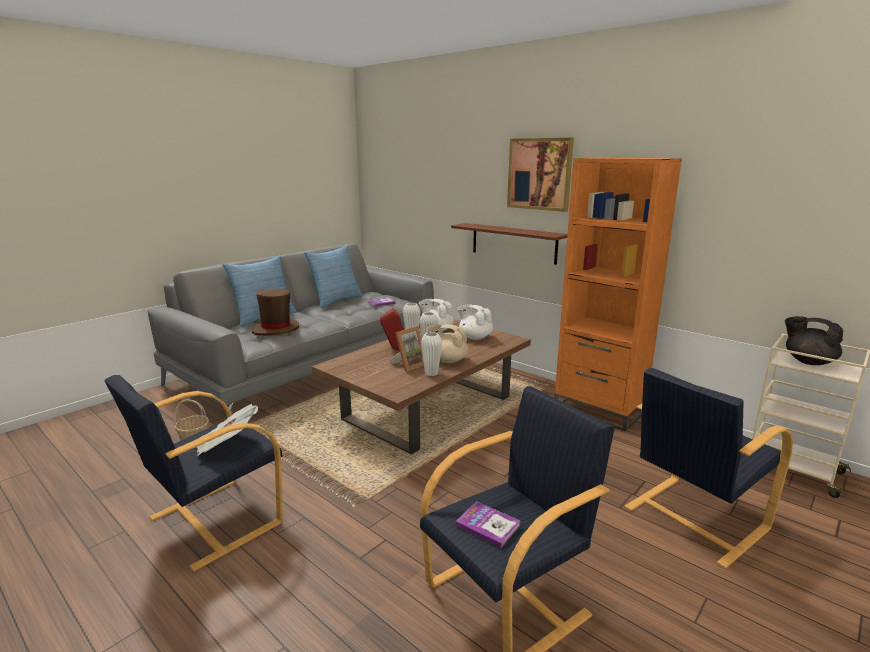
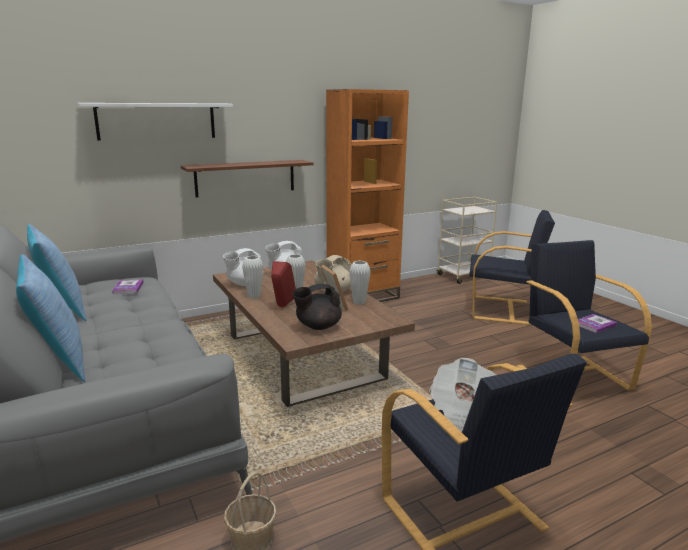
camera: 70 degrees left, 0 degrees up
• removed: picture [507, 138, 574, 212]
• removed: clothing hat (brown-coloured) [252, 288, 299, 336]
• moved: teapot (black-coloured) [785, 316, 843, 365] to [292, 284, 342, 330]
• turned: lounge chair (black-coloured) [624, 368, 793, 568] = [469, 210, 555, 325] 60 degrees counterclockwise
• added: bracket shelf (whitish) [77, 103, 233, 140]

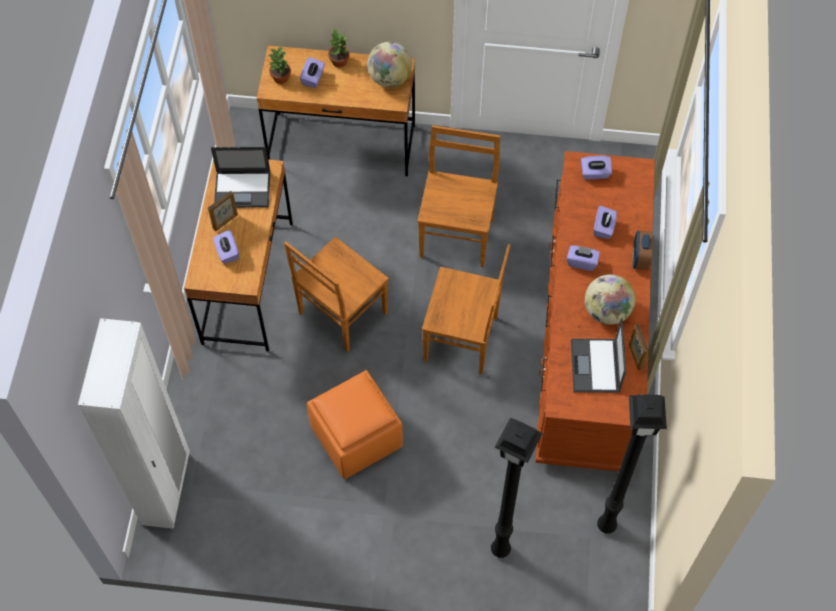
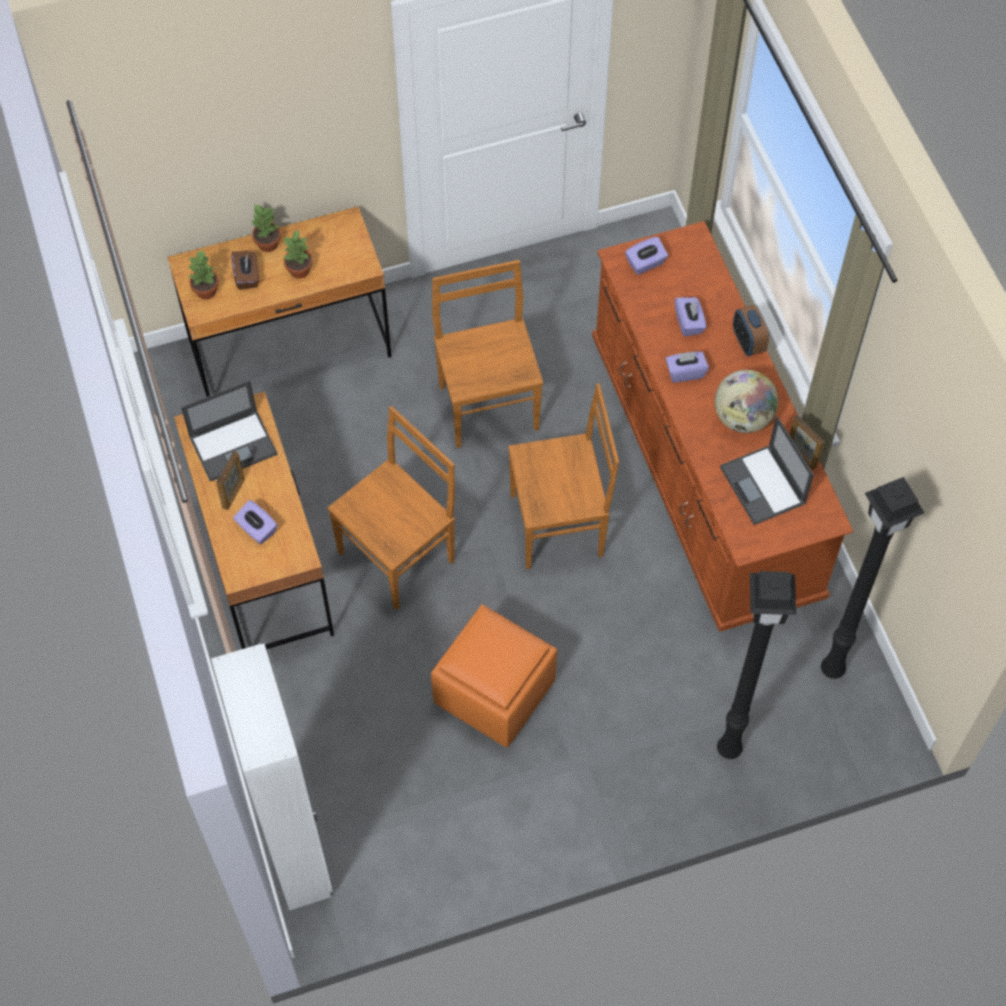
camera: 25 degrees left, 0 degrees up
• removed: world globe [367, 42, 412, 87]
• recoloured: box of tissues (purple-coloured) [300, 57, 325, 88] to box of tissues (brown-coloured) [232, 251, 259, 290]
• turned: chair (brown-coloured) [284, 237, 389, 352] = [327, 406, 455, 610] 150 degrees counterclockwise
• added: houseplant [284, 229, 313, 278]

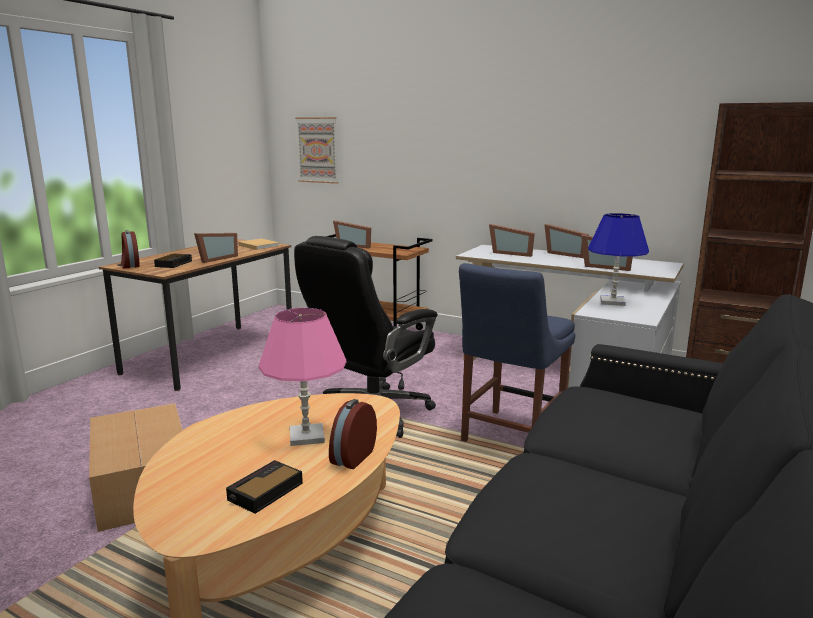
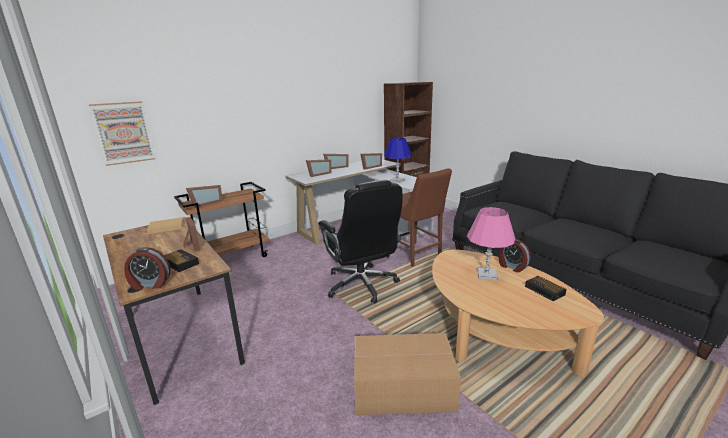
camera: 65 degrees left, 5 degrees up
• recoloured: chair (blue-coloured) [459, 263, 575, 442] to chair (brown-coloured) [399, 168, 452, 267]

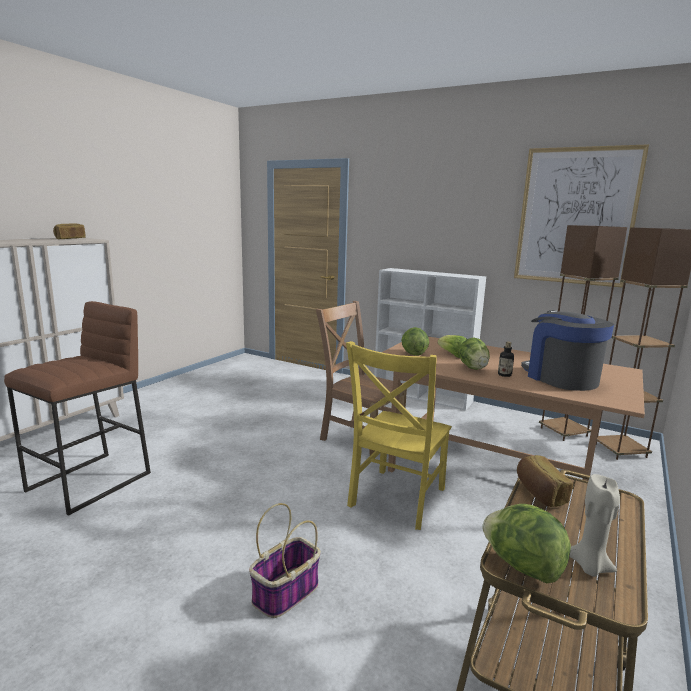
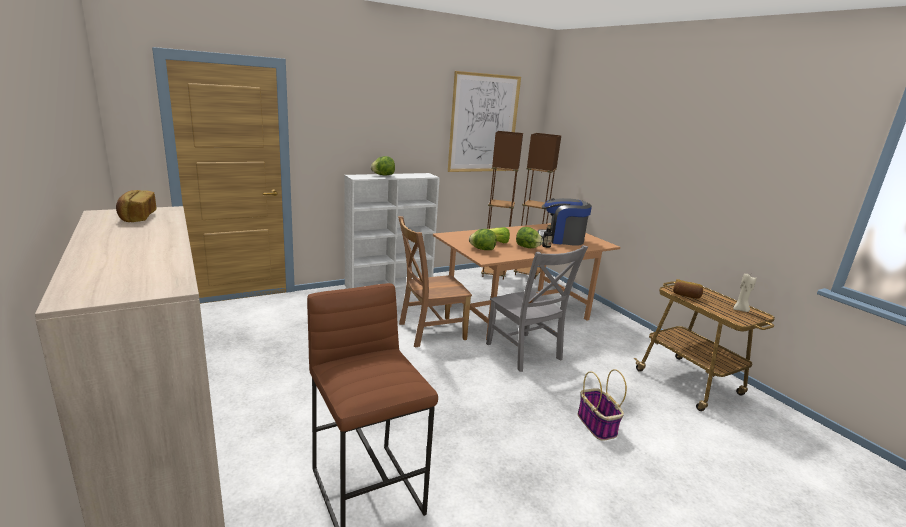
camera: 60 degrees left, 5 degrees up
• recoloured: chair (yellowish) [346, 341, 452, 530] to chair (gray) [486, 245, 588, 372]
• moved: lettuce [482, 504, 571, 584] to [371, 156, 395, 175]

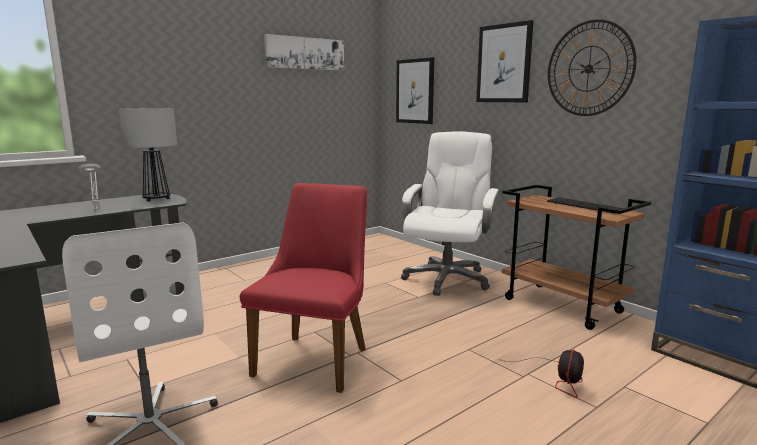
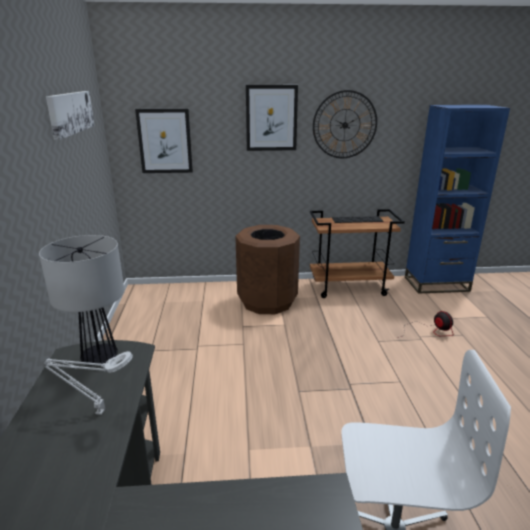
camera: 55 degrees left, 10 degrees up
• replaced: computer chair (whitish) [401, 131, 499, 296] to trash can (brown-coloured) [235, 225, 300, 314]
• removed: chair (red) [240, 183, 367, 393]

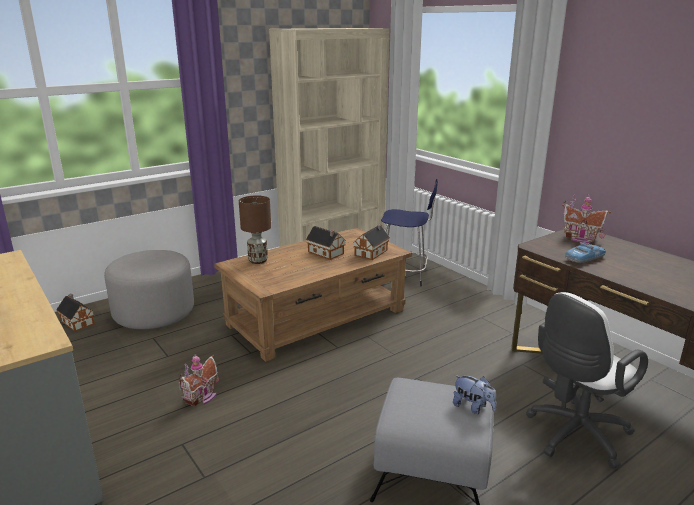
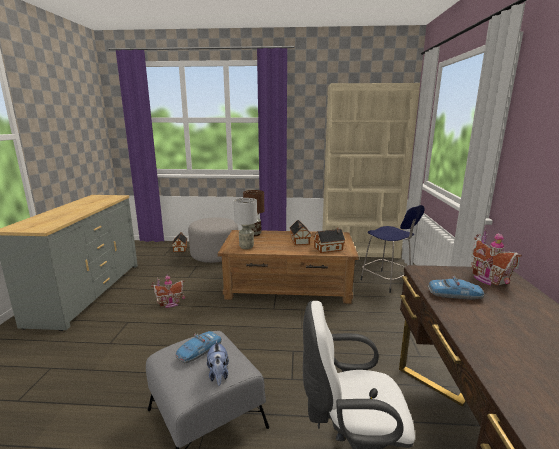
camera: 40 degrees right, 5 degrees down
• added: tabletop lamp (gray) [234, 198, 257, 249]
• added: toy car [176, 331, 222, 364]

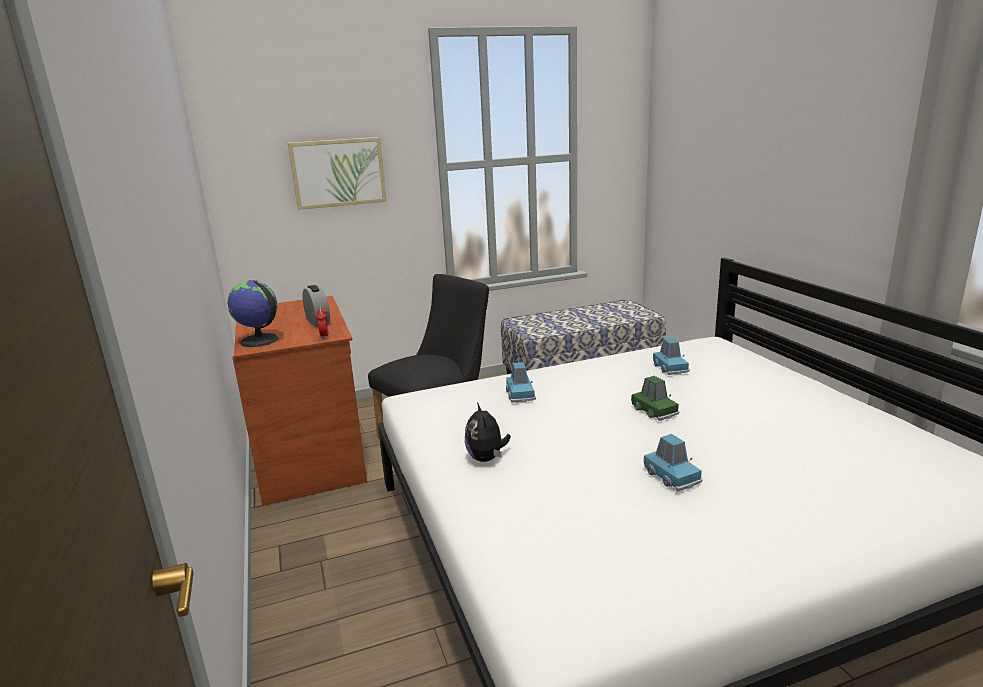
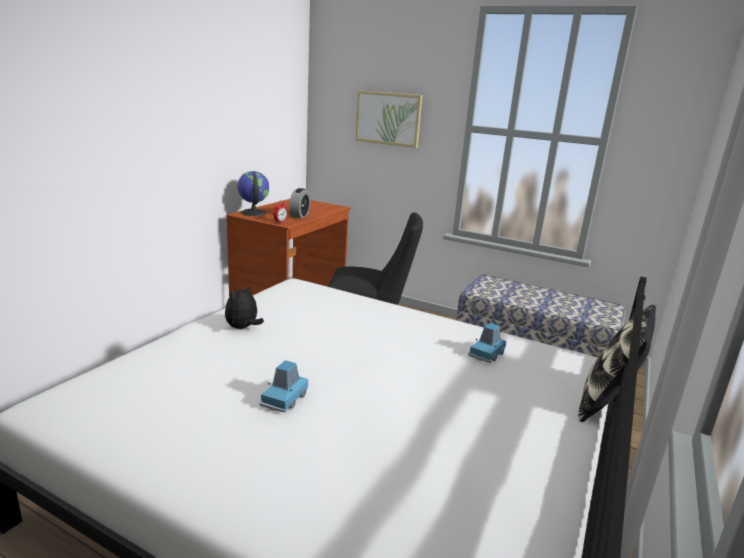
camera: 45 degrees right, 0 degrees up
• removed: toy car (blue-coloured) [506, 362, 536, 403]
• removed: toy car (green) [631, 376, 680, 421]
• added: cushion [578, 304, 656, 422]

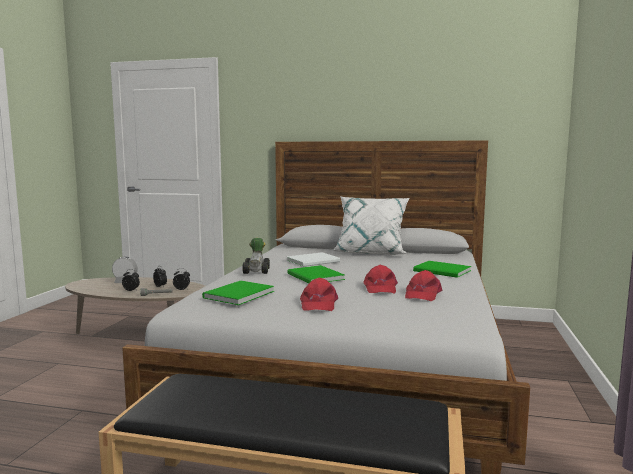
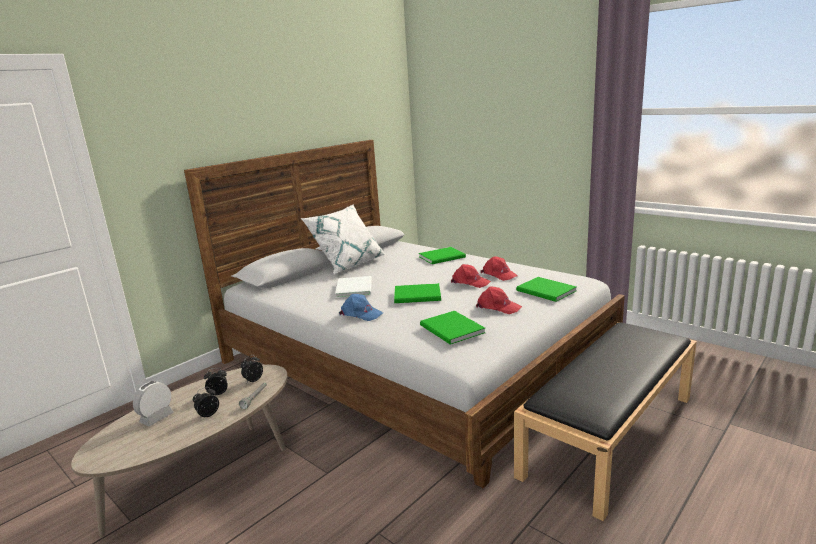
camera: 60 degrees left, 10 degrees up
• replaced: toy car [242, 238, 270, 274] to cap (blue-coloured) [339, 294, 383, 321]
• added: volume (green) [516, 277, 577, 302]

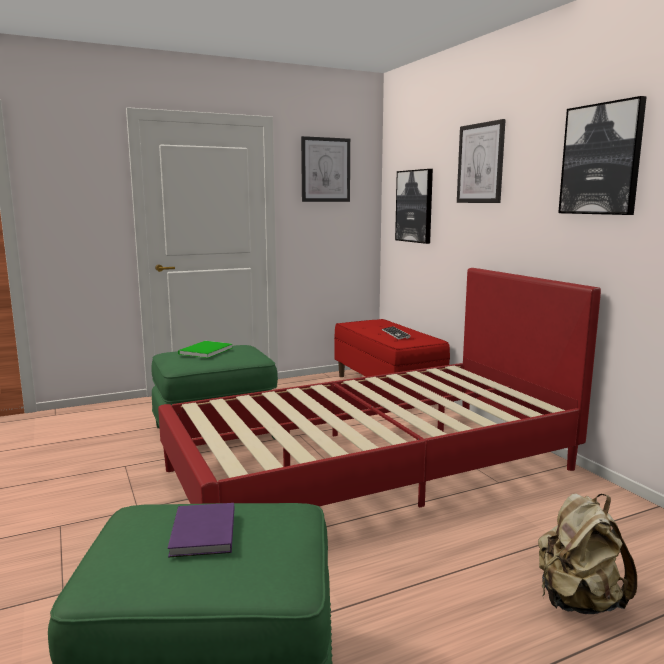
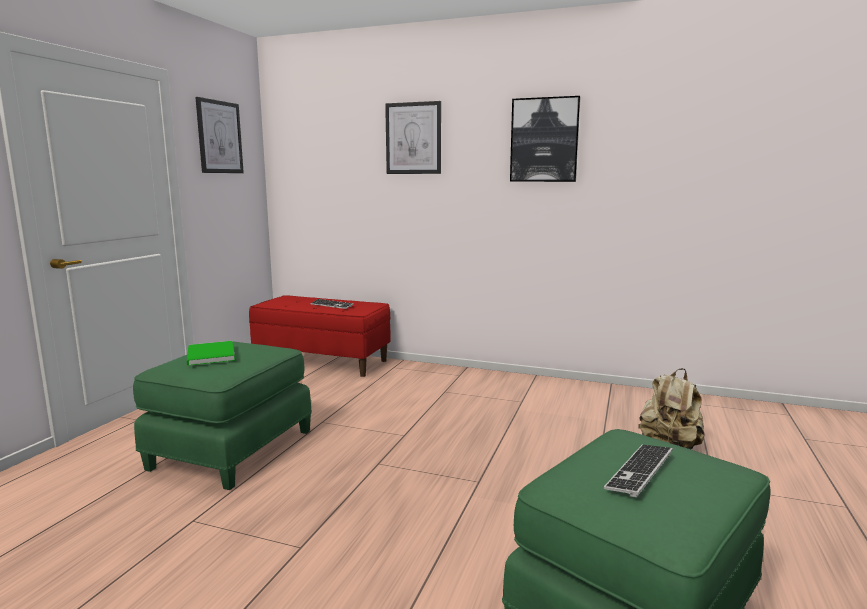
camera: 45 degrees left, 0 degrees up
• removed: picture [395, 169, 433, 244]
• removed: bedroom bed (red) [158, 268, 601, 508]
• replaced: volume (purple-coloured) [168, 503, 234, 557] to PC keyboard [604, 445, 673, 497]

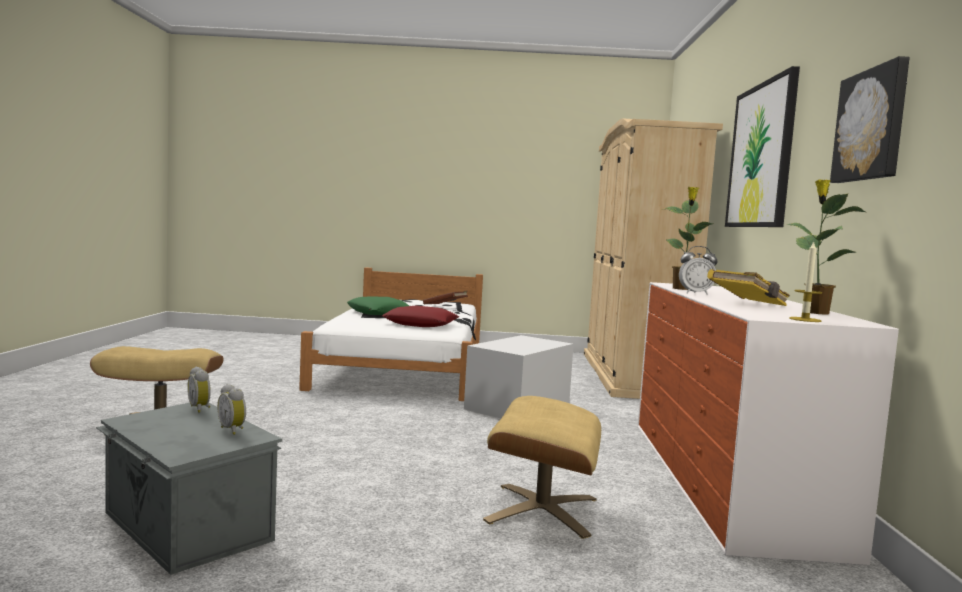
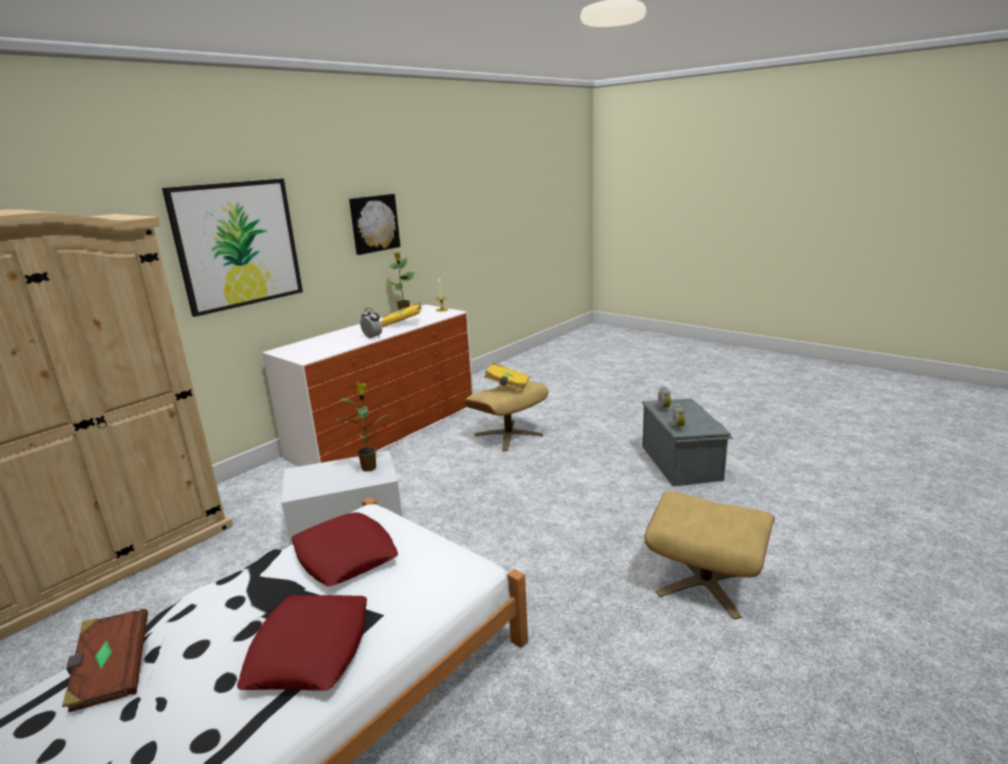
camera: 140 degrees left, 15 degrees up
• moved: houseplant [665, 187, 713, 290] to [335, 383, 393, 472]
• recoloured: cushion (green) [347, 296, 409, 315] to cushion (red) [237, 595, 367, 691]
• added: volume (yellowish) [484, 363, 530, 391]

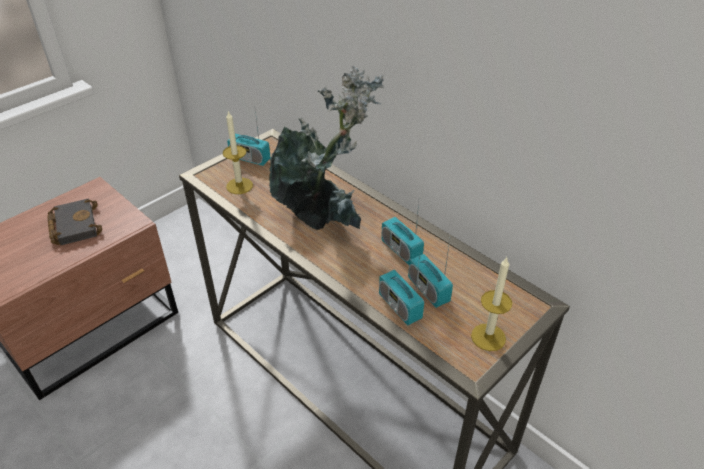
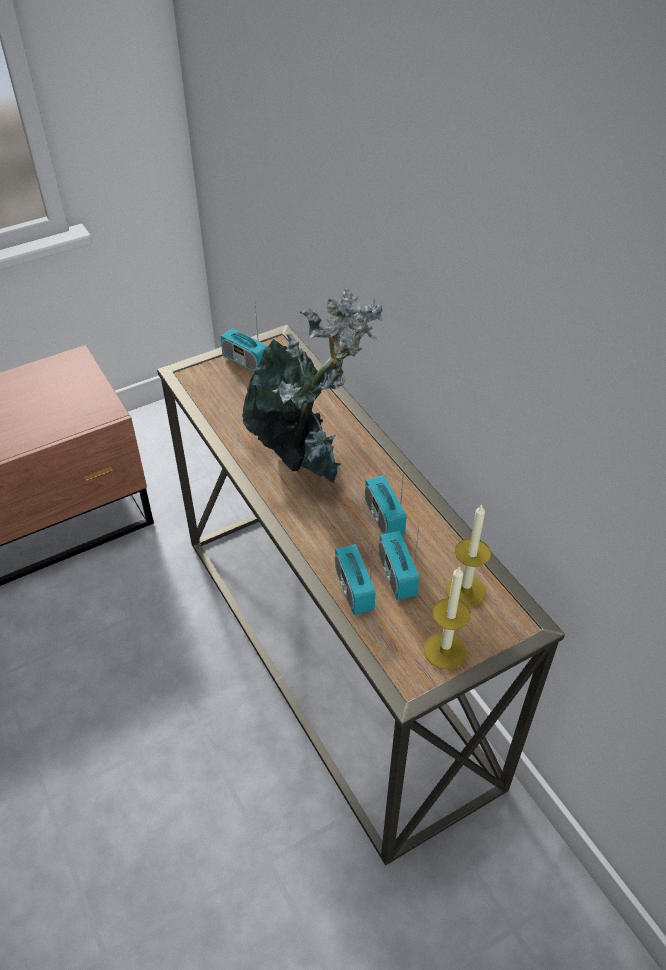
camera: 15 degrees right, 5 degrees up
• moved: candle [223, 111, 253, 194] to [446, 504, 491, 607]
• removed: volume (black-coloured) [47, 198, 102, 245]

